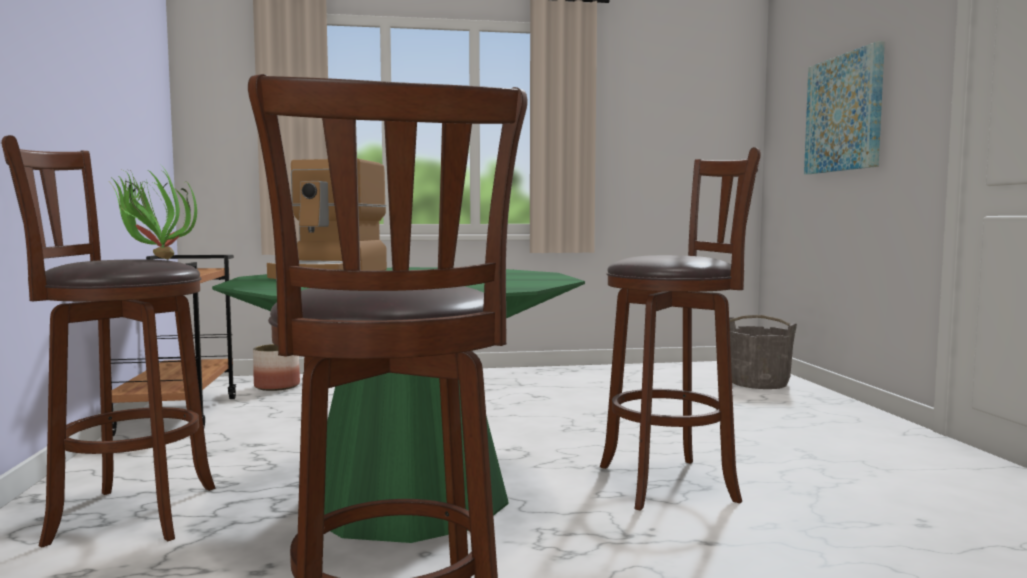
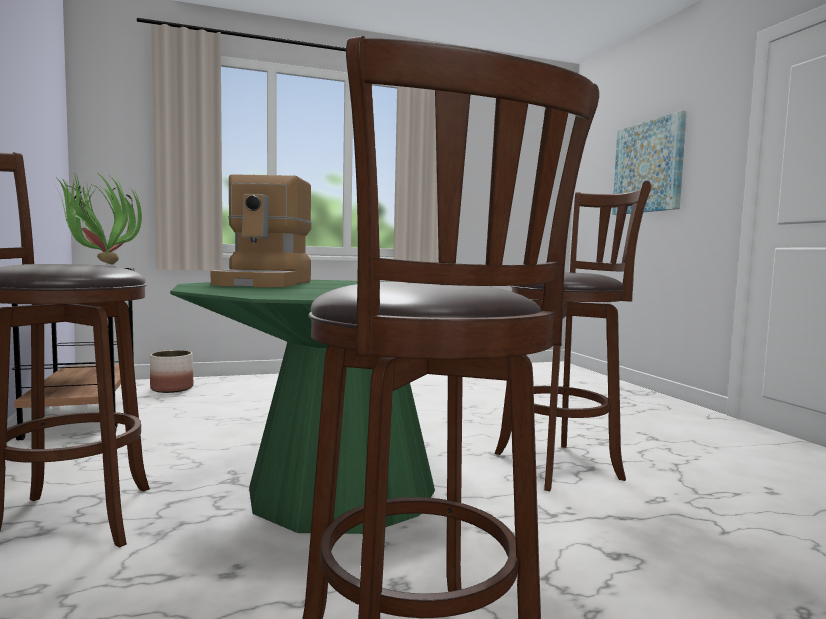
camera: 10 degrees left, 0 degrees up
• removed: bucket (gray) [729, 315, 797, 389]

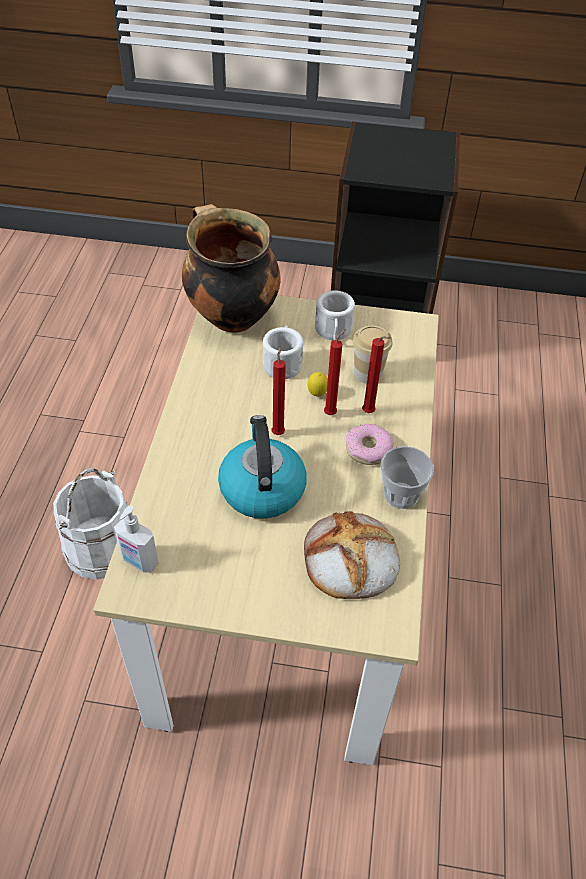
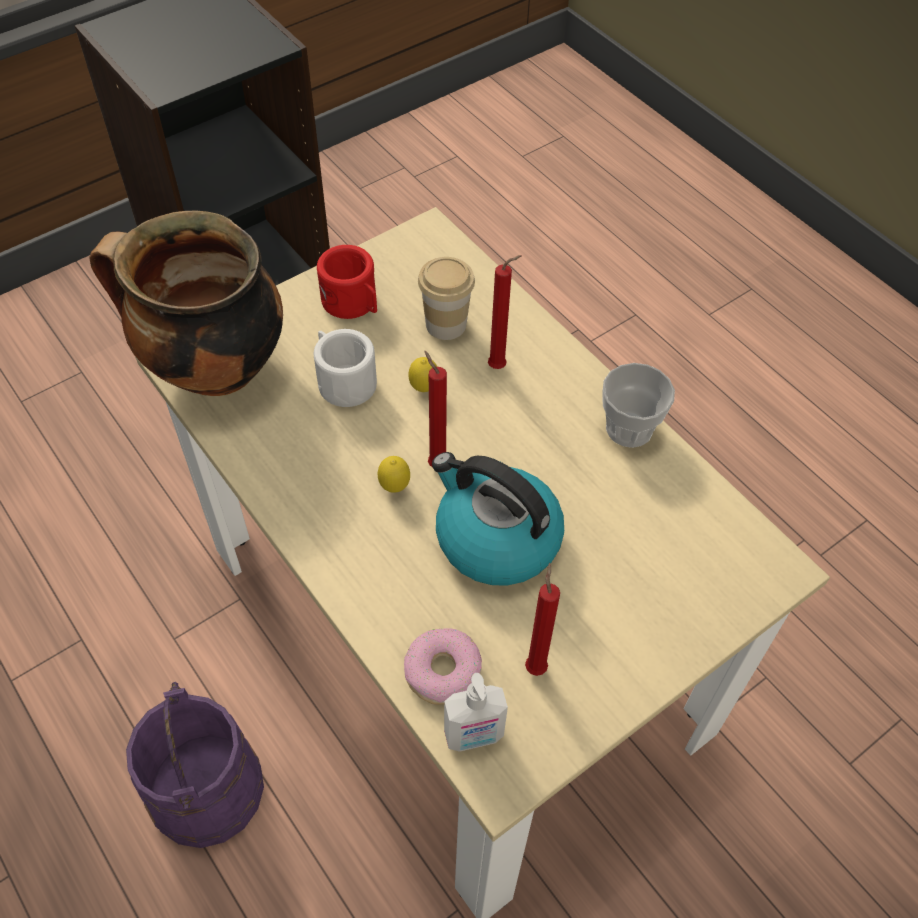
camera: 45 degrees left, 5 degrees up
• recoloured: coffee mug (whitish) [315, 290, 355, 340] to coffee mug (red) [317, 245, 377, 319]
• moved: candle (red) [324, 329, 346, 415] to [525, 563, 560, 676]
• moved: ring doughnut [346, 424, 394, 465] to [404, 628, 482, 705]
• recoloured: bucket (whitish) [53, 468, 127, 580] to bucket (purple-coloured) [126, 682, 264, 848]
• removed: bakery bread [304, 511, 400, 599]
• added: lemon [378, 456, 410, 493]

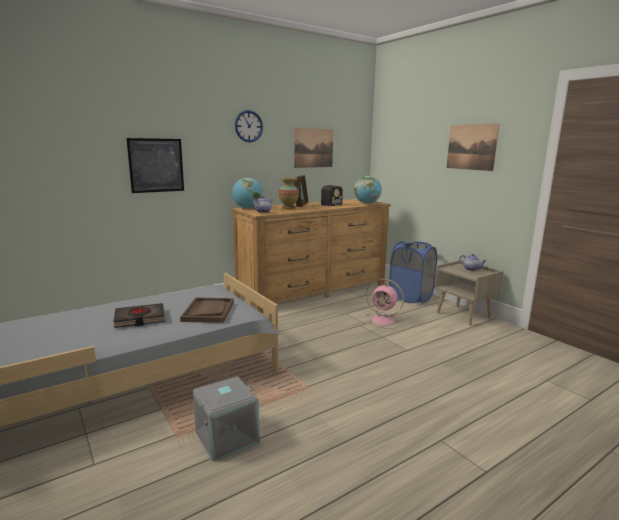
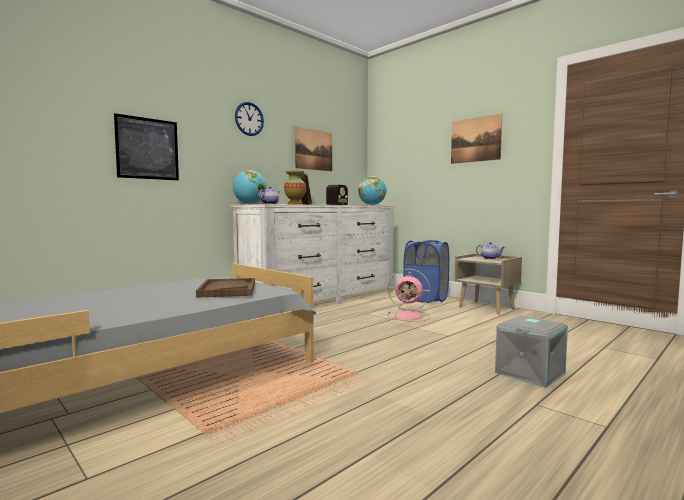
camera: 10 degrees left, 10 degrees down
• recoloured: chest of drawers (brown-coloured) [231, 199, 391, 313] to chest of drawers (whitish) [231, 204, 395, 304]
• removed: volume (black-coloured) [114, 303, 165, 328]
• moved: storage bin (gray) [193, 376, 260, 461] to [495, 315, 568, 388]

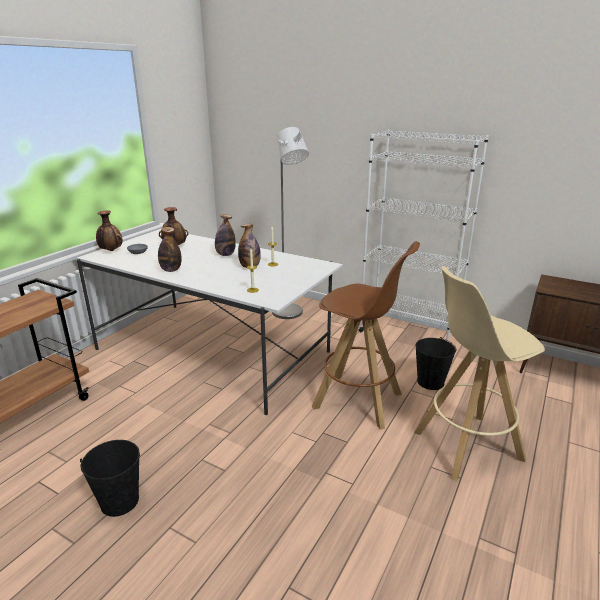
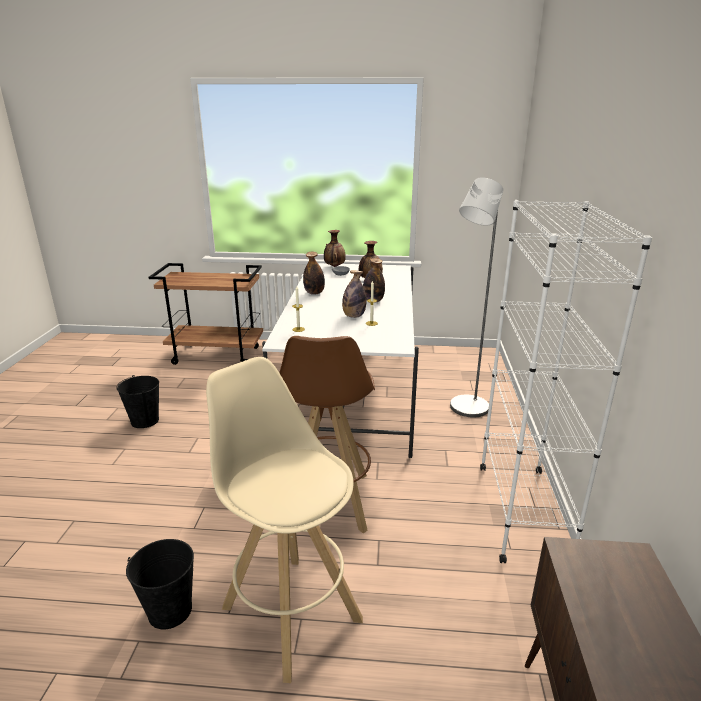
camera: 65 degrees right, 0 degrees up
• moved: bucket (black-coloured) [415, 337, 456, 390] to [126, 539, 194, 629]

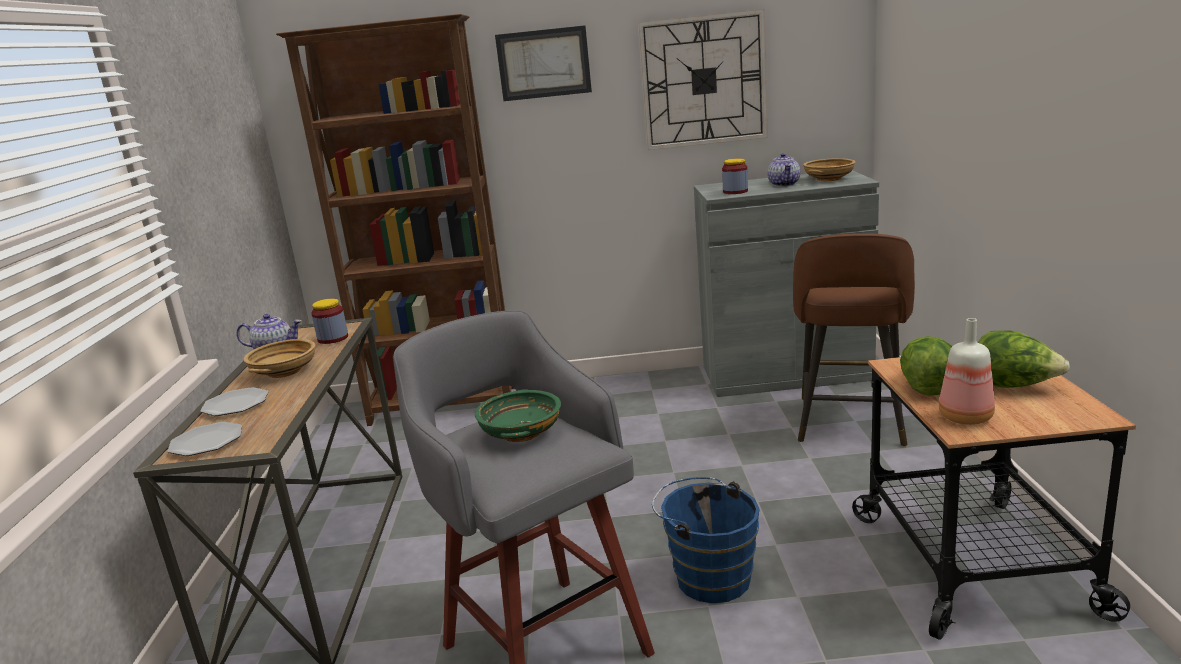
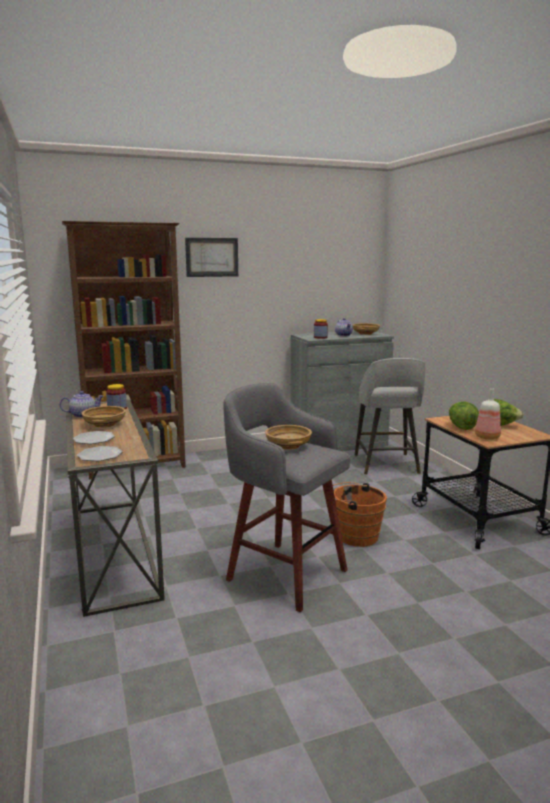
camera: 20 degrees left, 5 degrees down
• removed: hanging clock [638, 9, 768, 150]
• recoloured: sitting stool (brown-coloured) [793, 233, 915, 446] to sitting stool (gray) [355, 358, 425, 475]
• recoloured: deep dish (green) [475, 389, 561, 442] to deep dish (sand-coloured) [265, 425, 312, 450]
• recoloured: bucket (blue-coloured) [652, 477, 759, 603] to bucket (orangey) [333, 482, 387, 547]

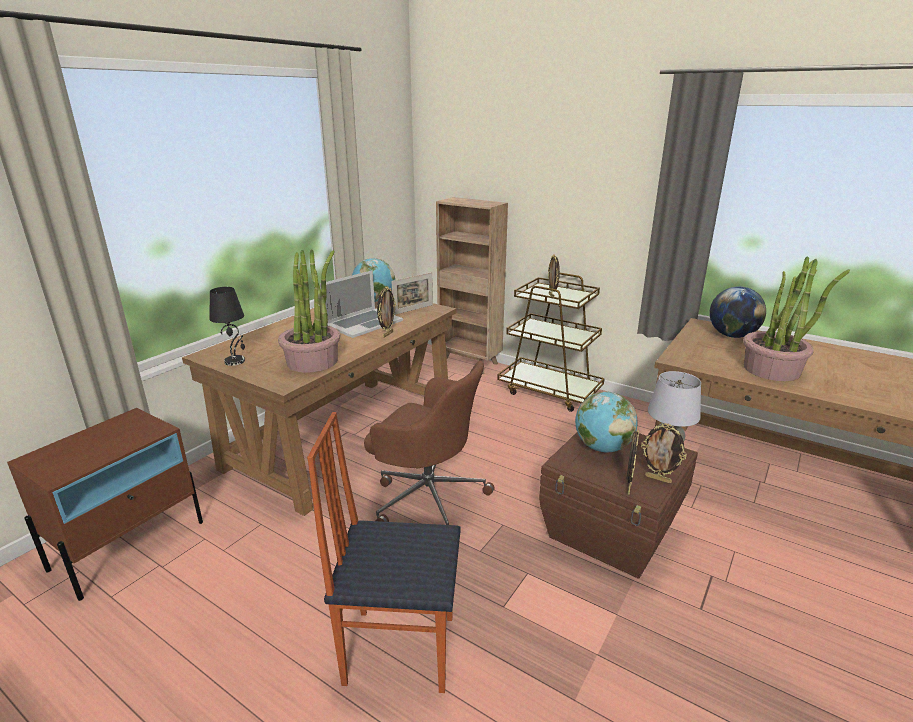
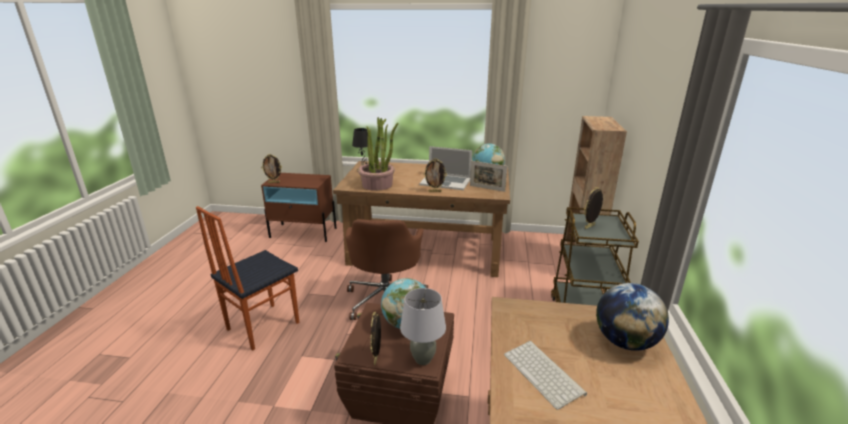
camera: 65 degrees right, 0 degrees up
• replaced: houseplant [743, 256, 850, 381] to PC keyboard [504, 341, 587, 410]
• turned: chair [307, 412, 461, 693] = [196, 206, 299, 351] 120 degrees counterclockwise
• moved: photo frame [626, 430, 639, 495] to [261, 154, 282, 183]

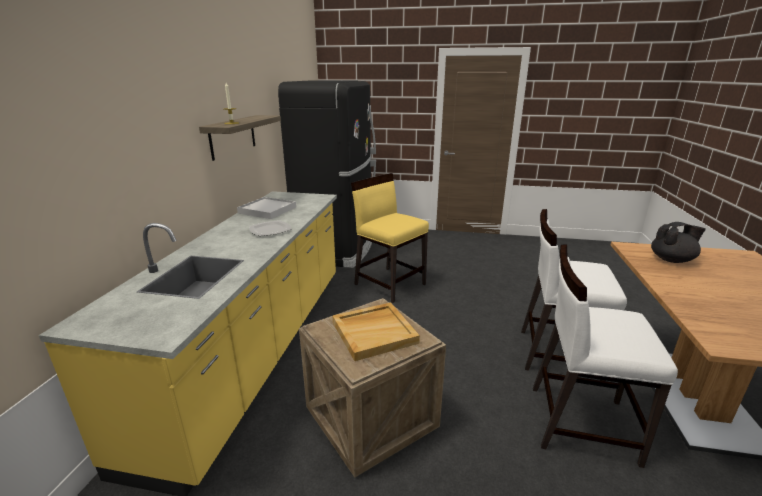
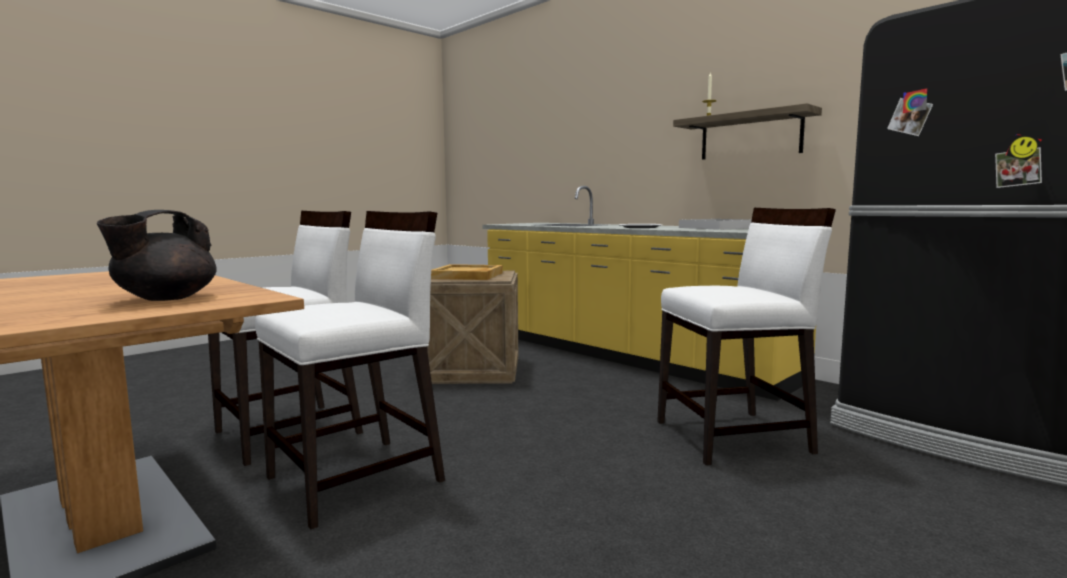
camera: 125 degrees right, 15 degrees down
• recoloured: chair (yellowish) [351, 173, 429, 303] to chair (whitish) [657, 208, 836, 465]

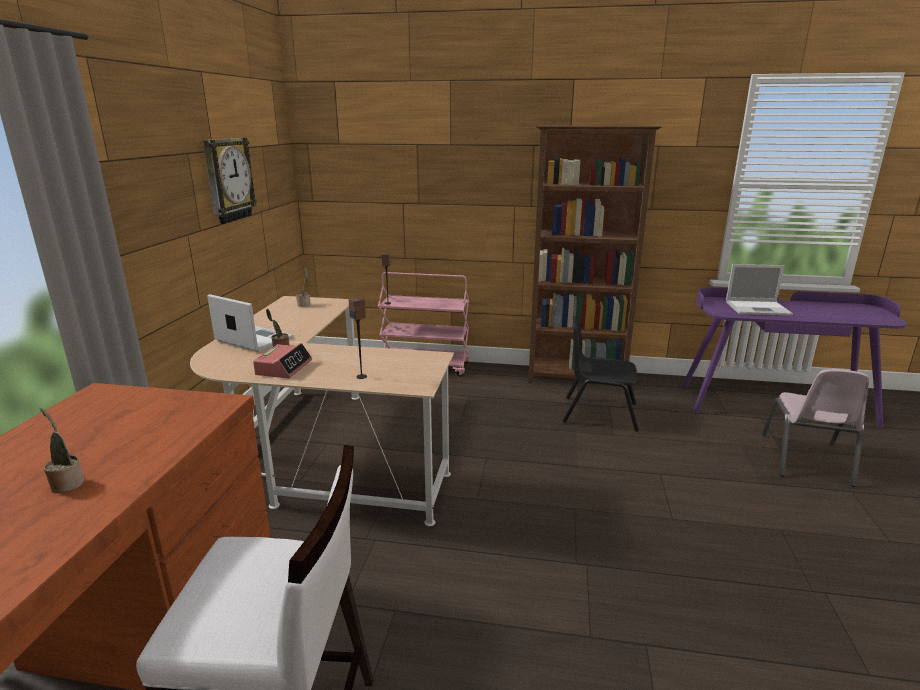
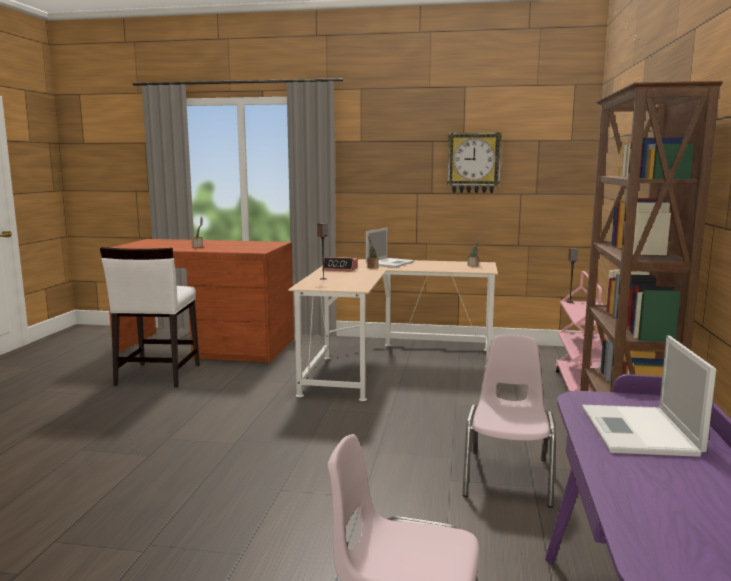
camera: 90 degrees right, 10 degrees down
• recoloured: chair (black-coloured) [563, 315, 639, 432] to chair (pinkish) [462, 335, 556, 507]

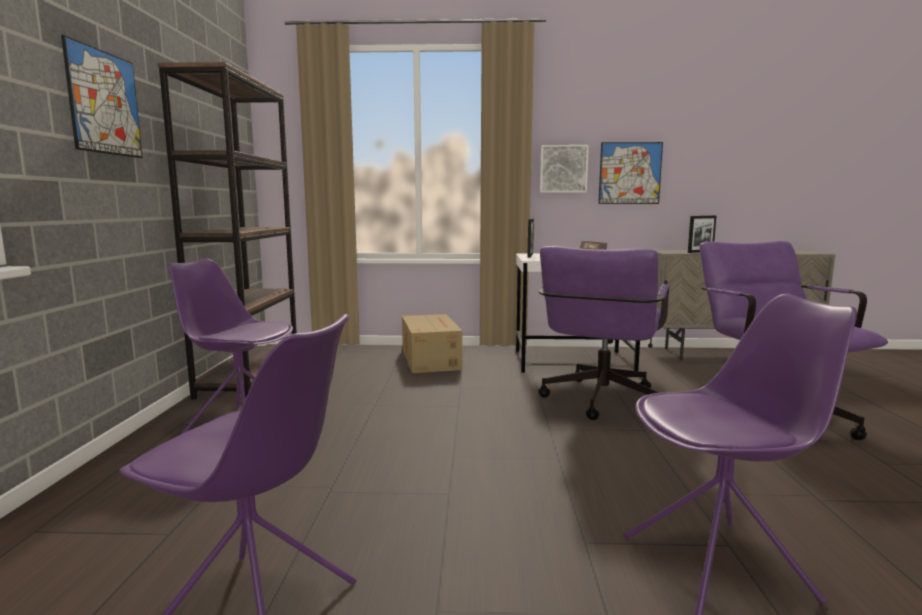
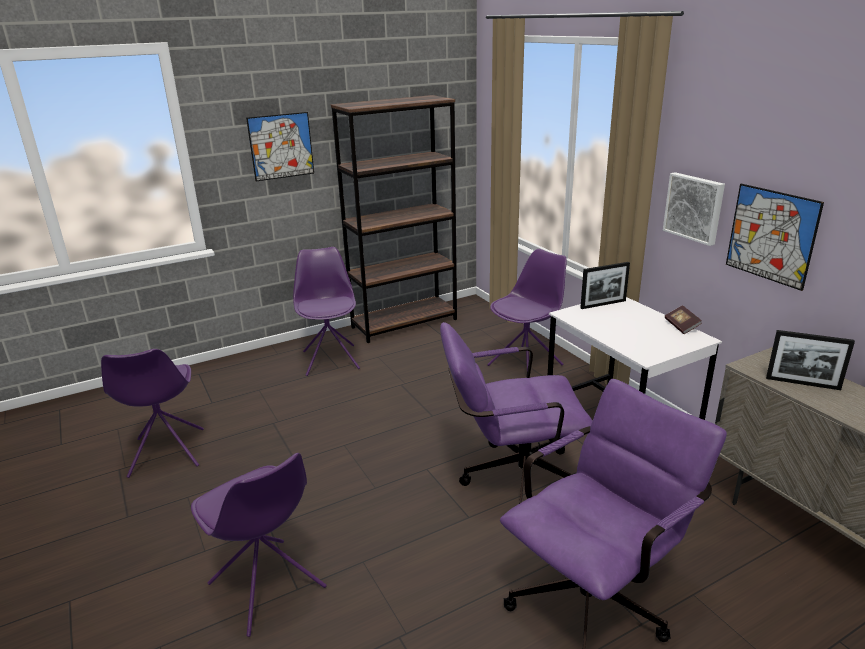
camera: 60 degrees right, 15 degrees up
• replaced: packing box [402, 314, 462, 373] to chair (purple-coloured) [487, 249, 567, 369]

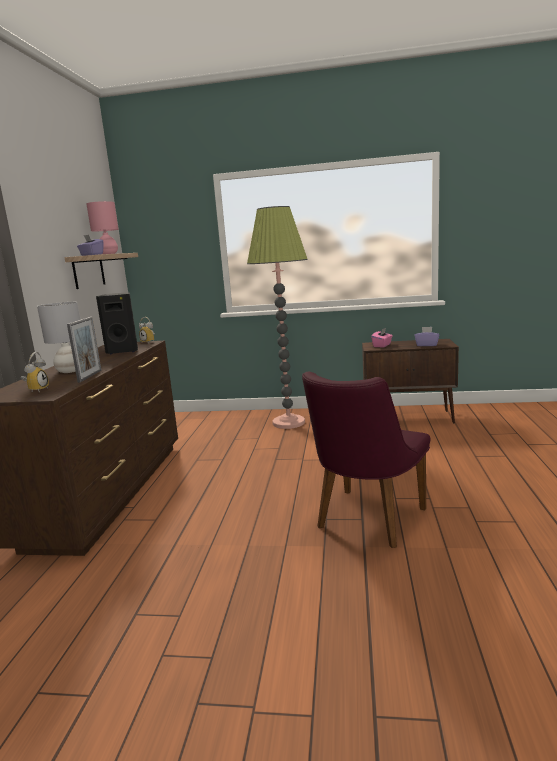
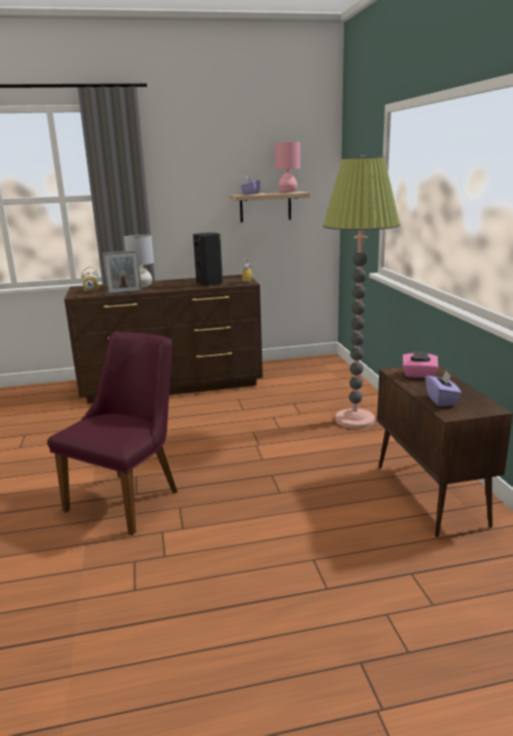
camera: 70 degrees right, 5 degrees up
• turned: chair (purple-coloured) [302, 372, 430, 548] = [47, 332, 178, 535] 105 degrees clockwise

